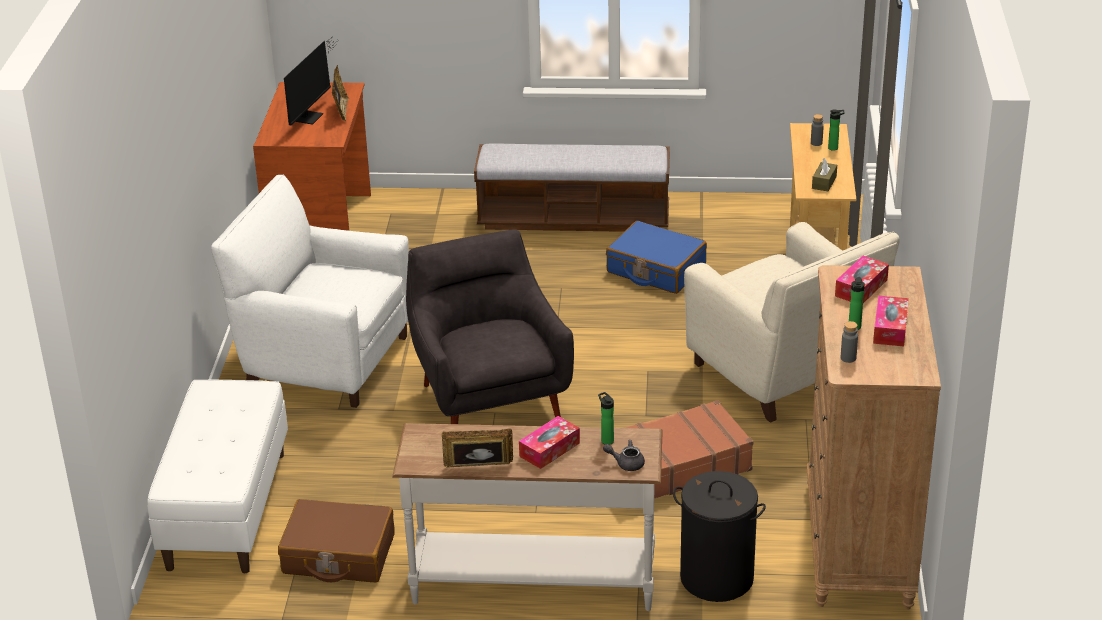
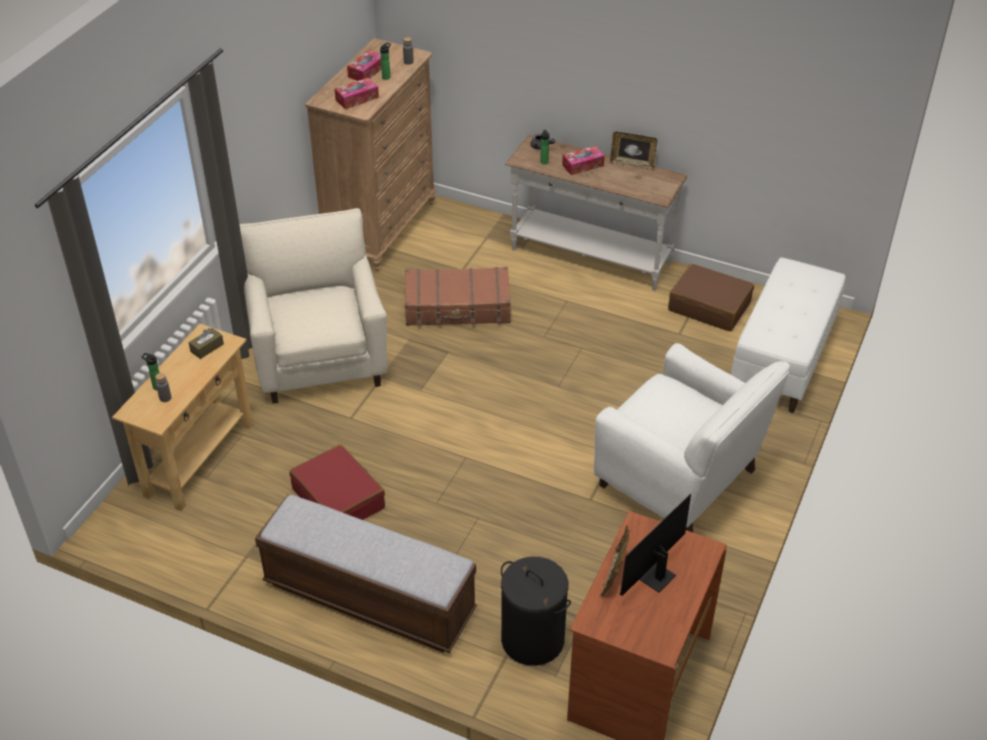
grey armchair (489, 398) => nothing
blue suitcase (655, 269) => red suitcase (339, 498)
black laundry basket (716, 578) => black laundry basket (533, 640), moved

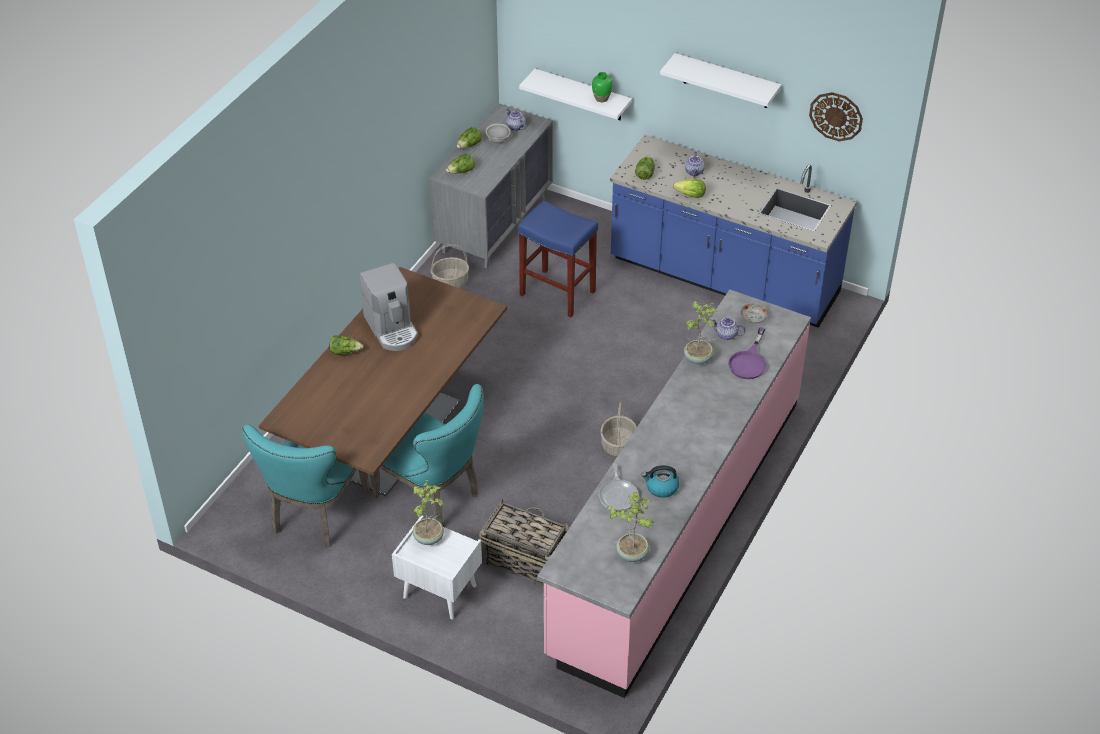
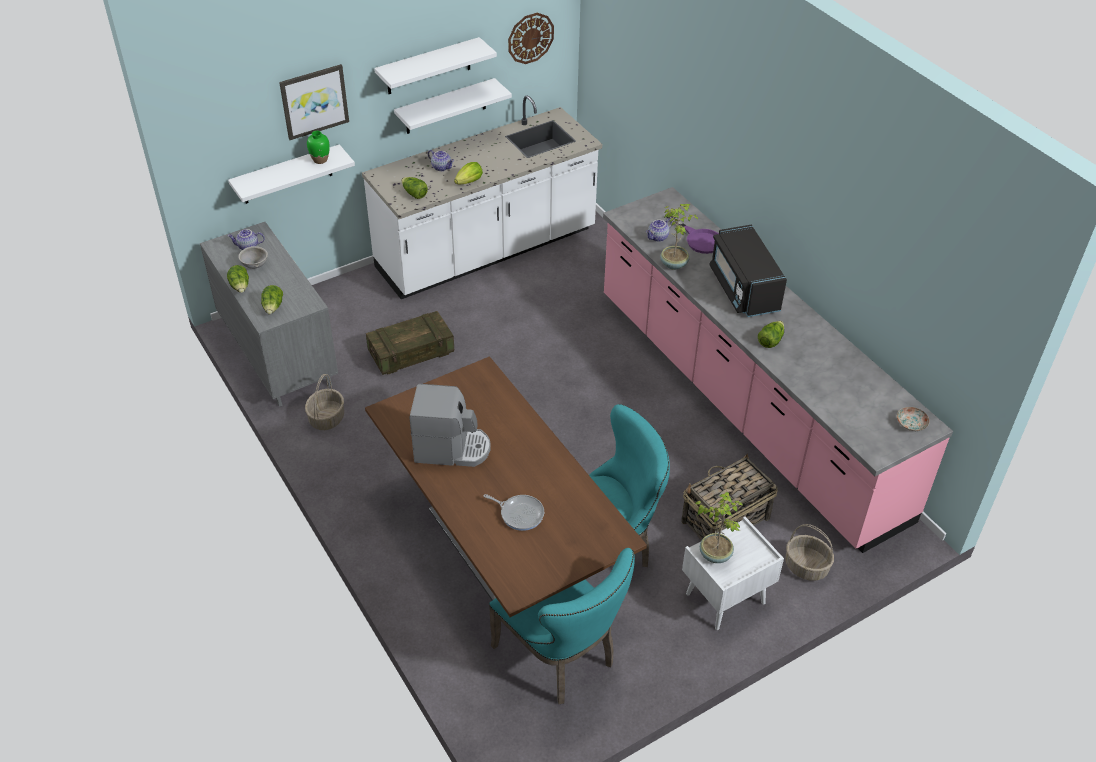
lettuce (345, 351) => lettuce (770, 340), moved
blue stool (558, 293) => crate (411, 353)
frying pan (618, 495) => frying pan (520, 513), moved
basket (618, 445) => basket (806, 567), moved
potted plant (632, 553) => nothing
blue counter (723, 278) => white counter (487, 251)
kettle (661, 487) => nothing
plate (753, 318) => plate (911, 424), moved
nothing => picture (314, 101)
nothing => white shelf (445, 107)
nothing => black microwave (743, 288)

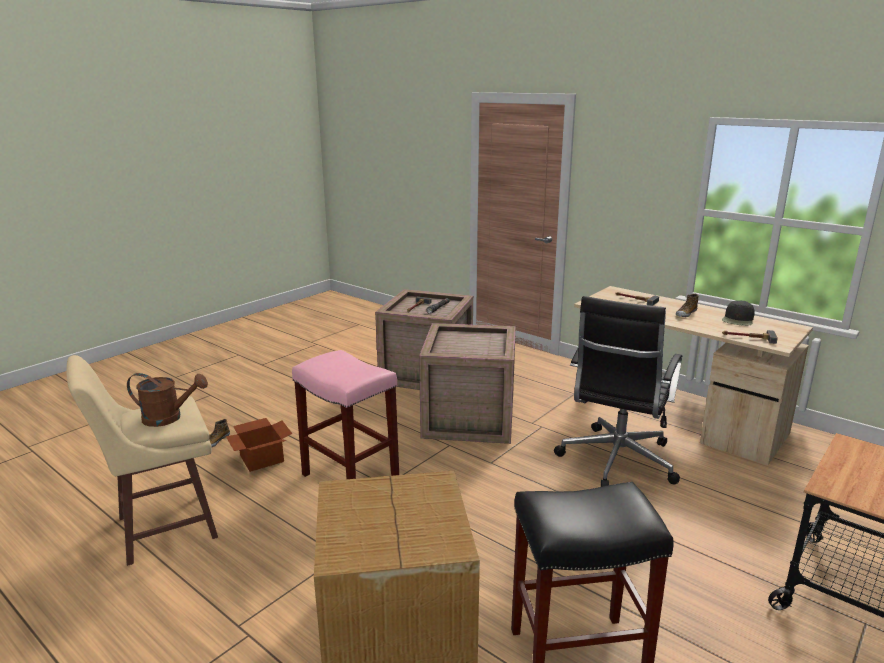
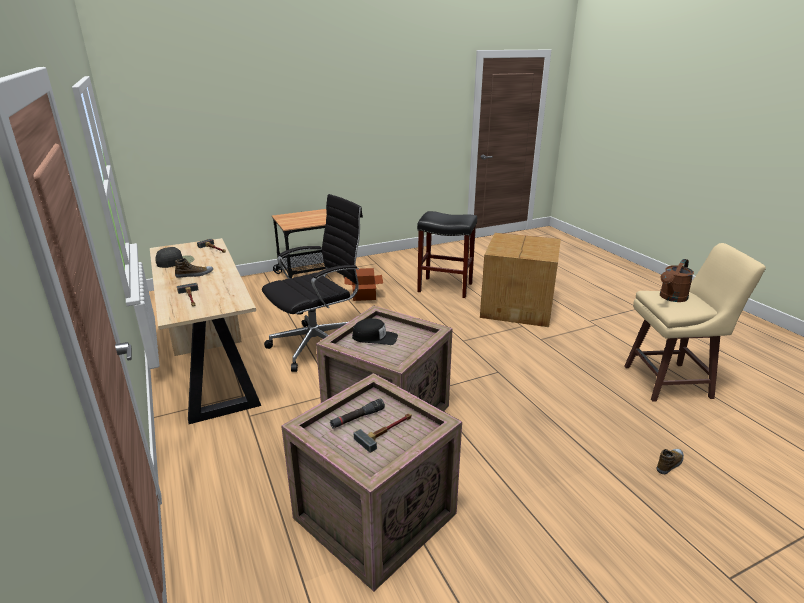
brown watering can (169, 418) => brown watering can (671, 298), 75 degrees counterclockwise
cardboard box (262, 458) => cardboard box (363, 296), moved
pink stool (349, 478) => nothing
nothing => black cap (375, 337)

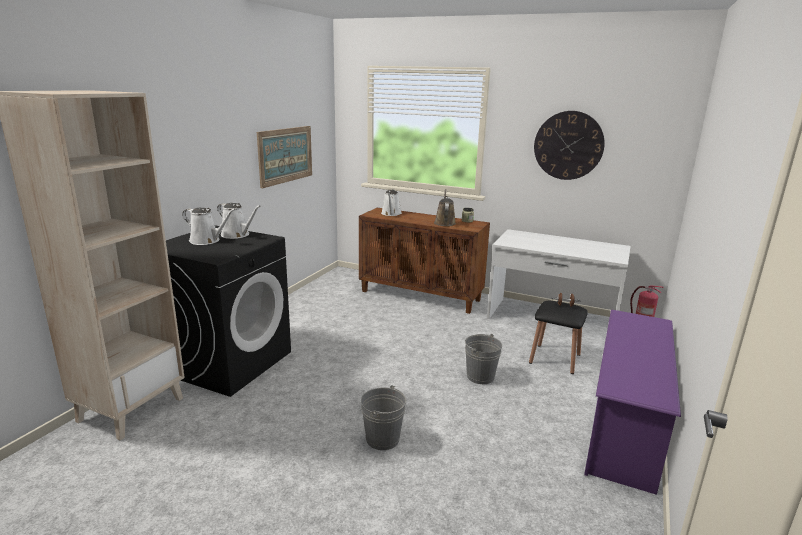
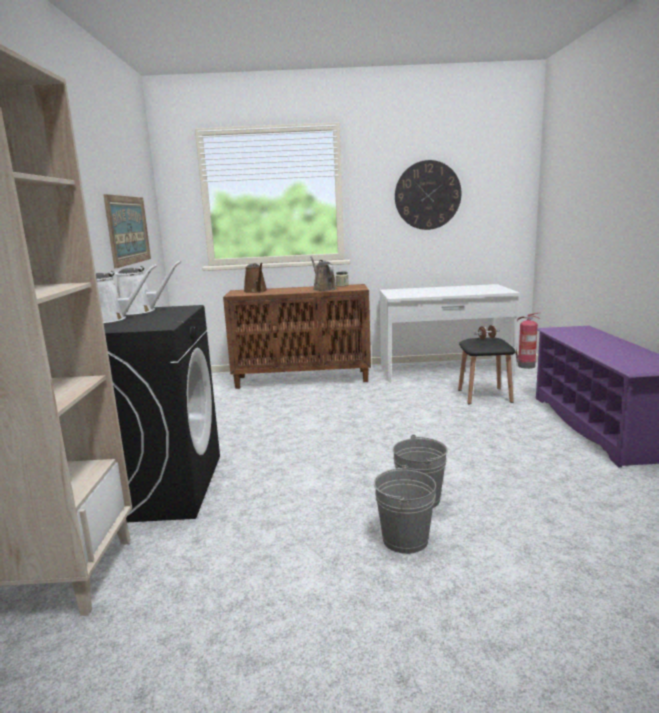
white watering can (391, 214) => brown watering can (256, 291)
grey bucket (480, 376) => grey bucket (405, 539), moved

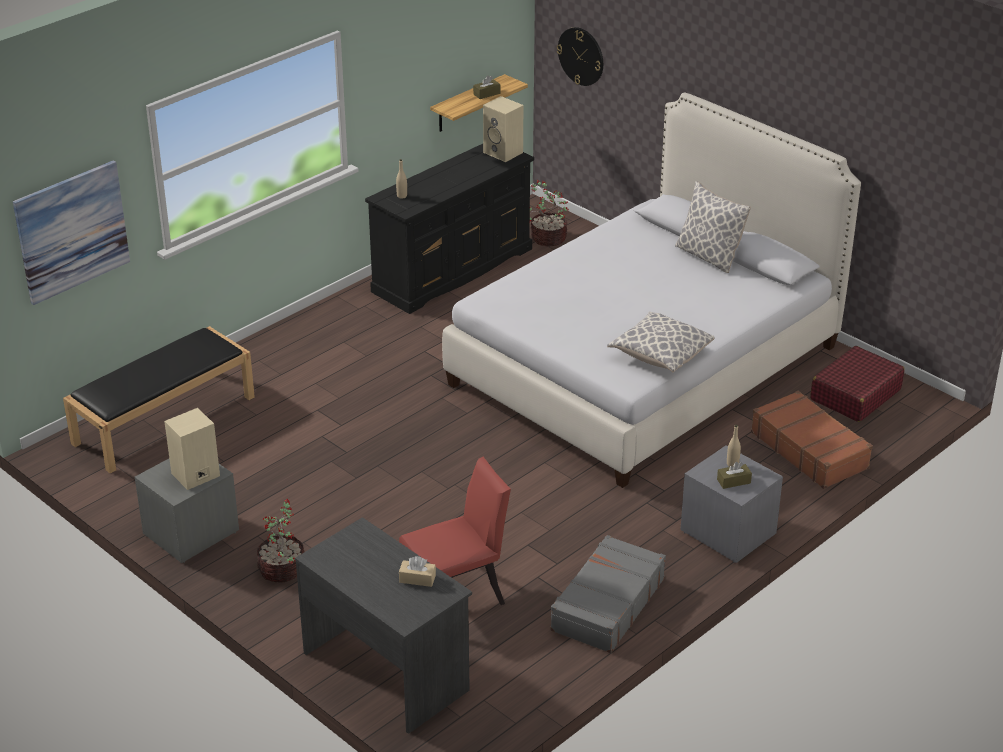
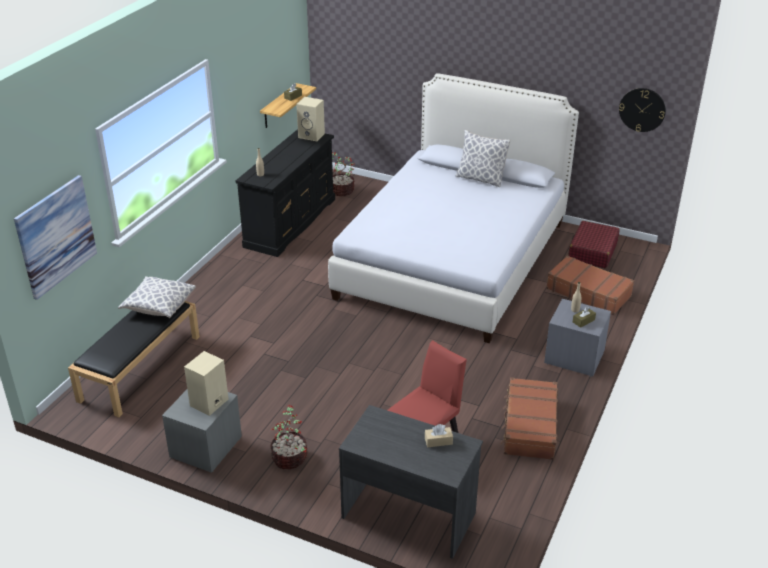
grey suitcase (606, 605) => brown suitcase (529, 426)
wall clock (581, 56) => wall clock (642, 109), moved
pillow (660, 355) => pillow (159, 306), moved

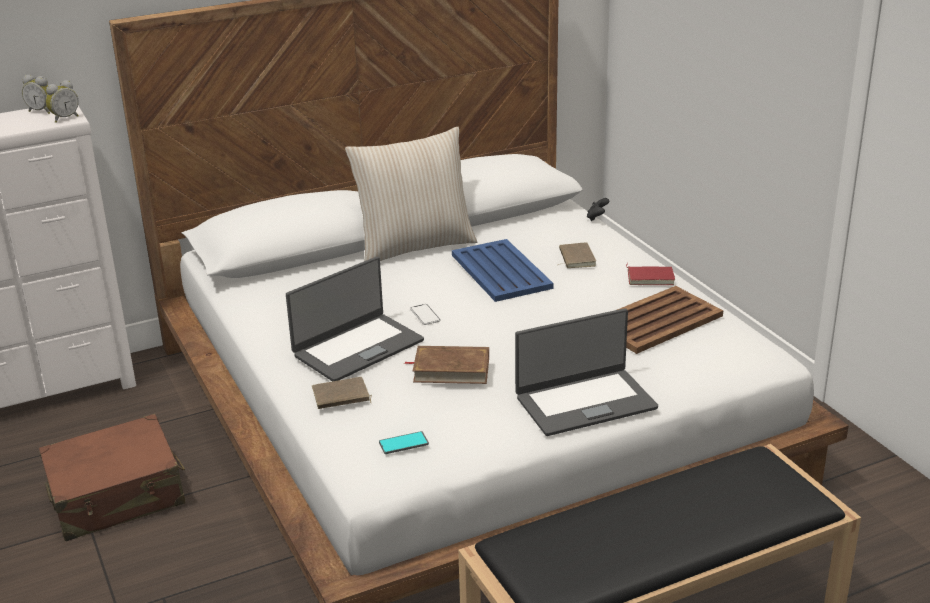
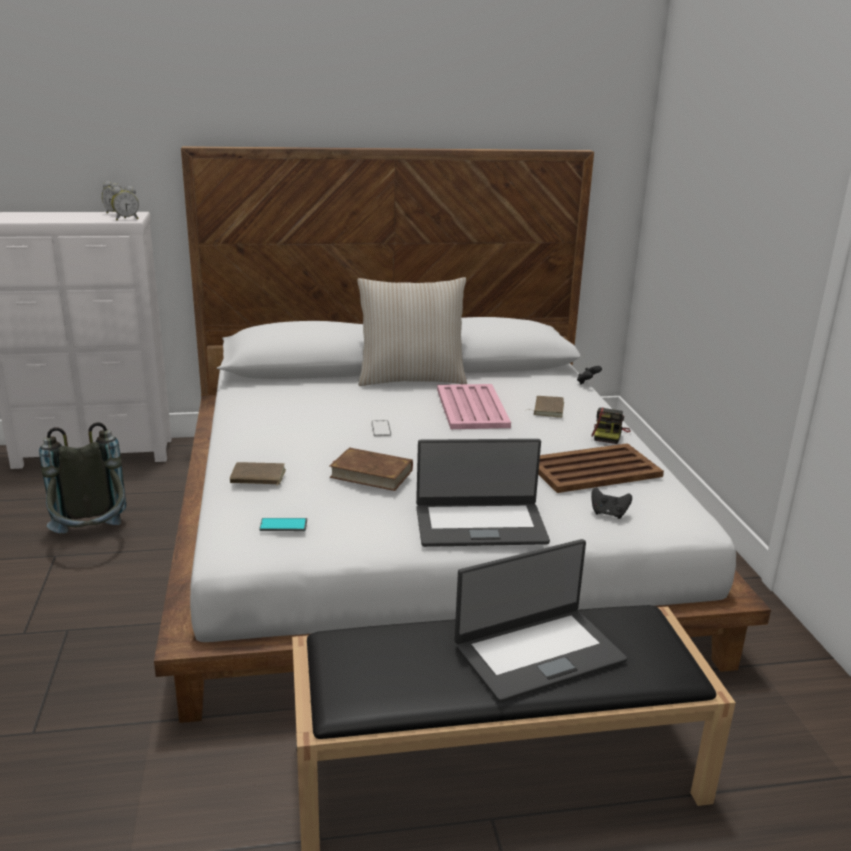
brown suitcase (117, 495) => grey backpack (92, 539)
laptop (357, 347) => laptop (538, 653), moved
blue tray (501, 271) => pink tray (472, 407)
red book (650, 277) => photo camera (609, 434)
nothing => black game controller (608, 514)

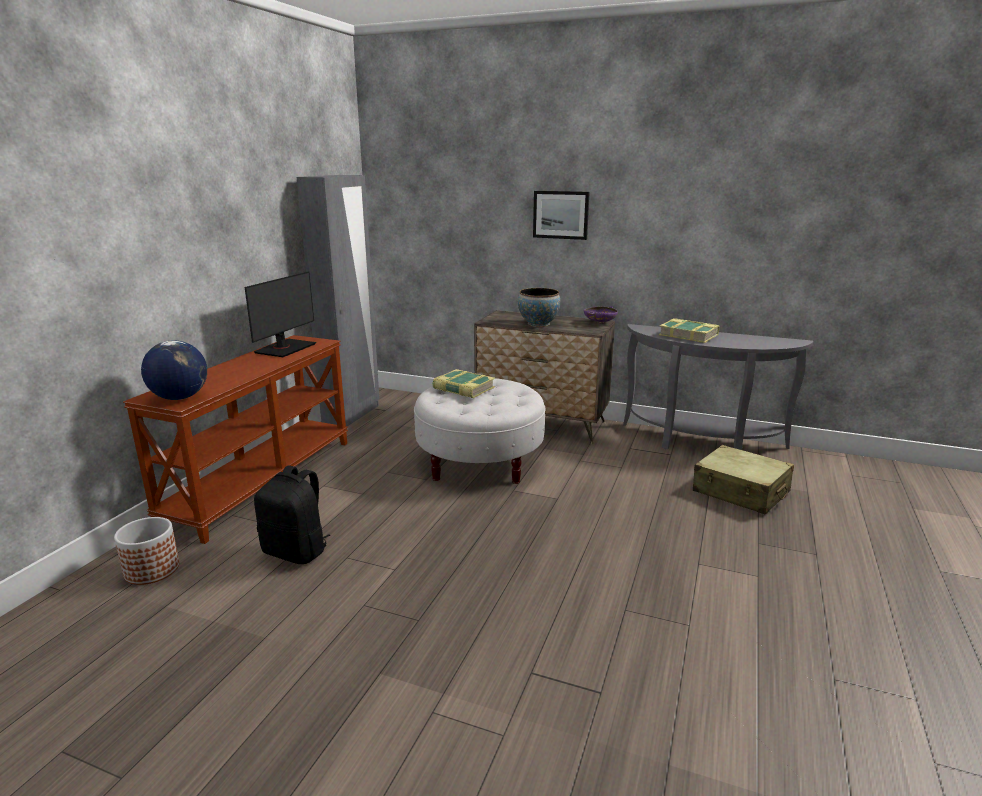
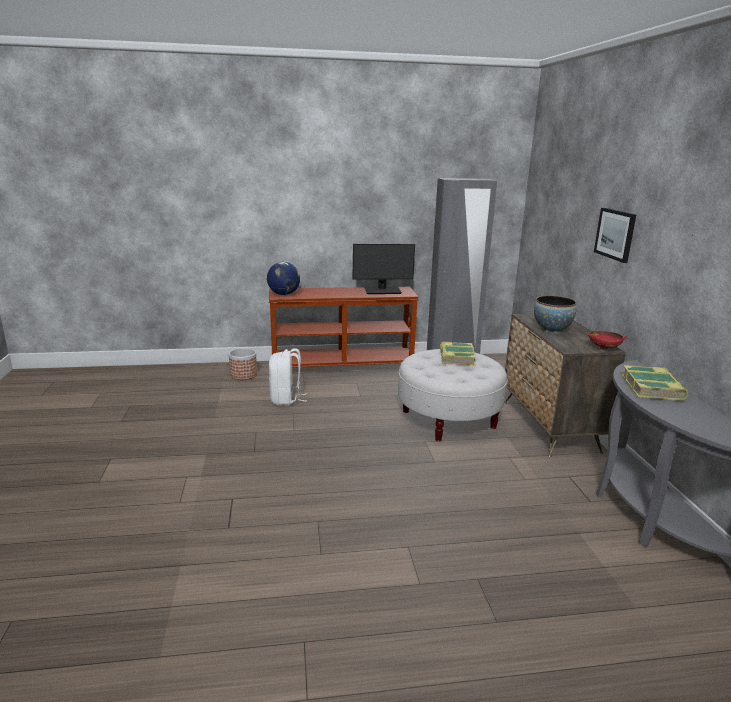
black backpack (296, 551) => white backpack (286, 399)
purple bowl (599, 322) => red bowl (603, 348)
beige suitcase (740, 492) => nothing

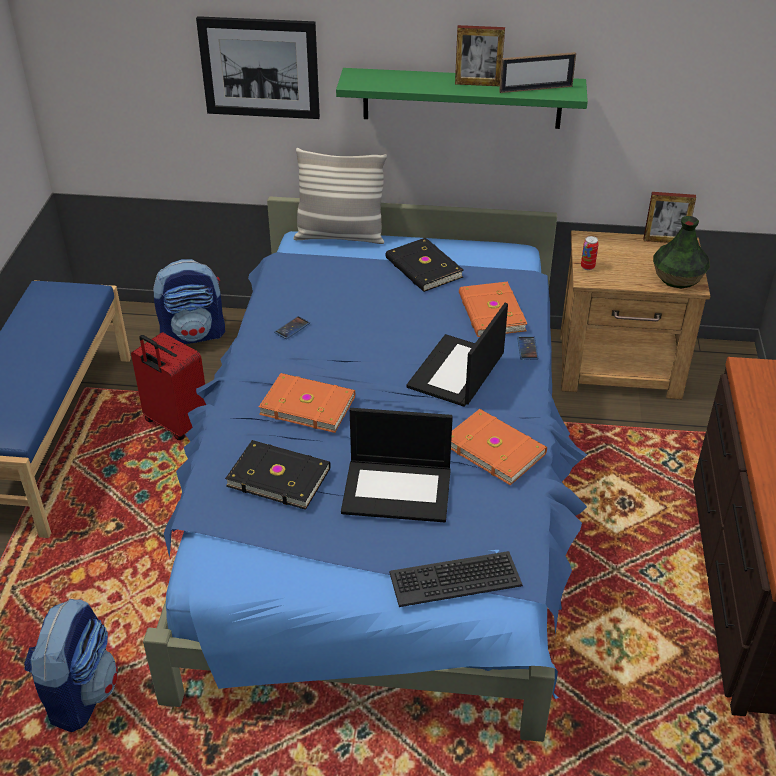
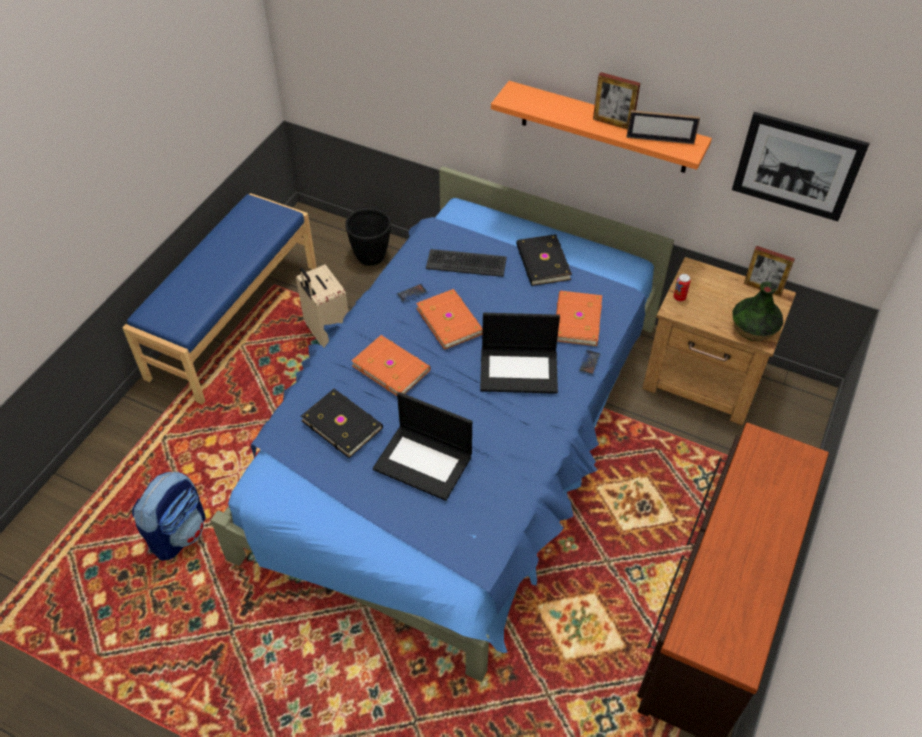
red suitcase (175, 423) => beige suitcase (326, 334)
backpack (194, 334) => black planter (371, 257)
picture (259, 68) => picture (797, 166), moved
pillow (340, 236) => nothing
green shelf (462, 98) => orange shelf (604, 128)
keyboard (455, 578) => keyboard (466, 263), moved
laptop (456, 372) => laptop (519, 370), 135 degrees counterclockwise
orange book (495, 448) => orange book (450, 320), moved

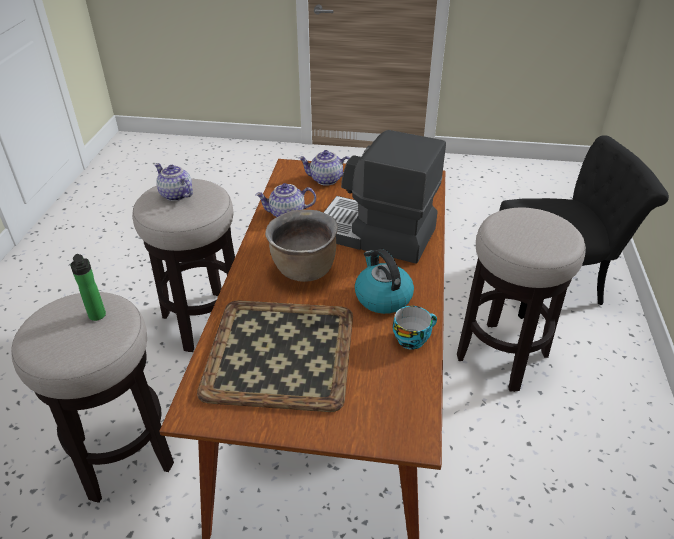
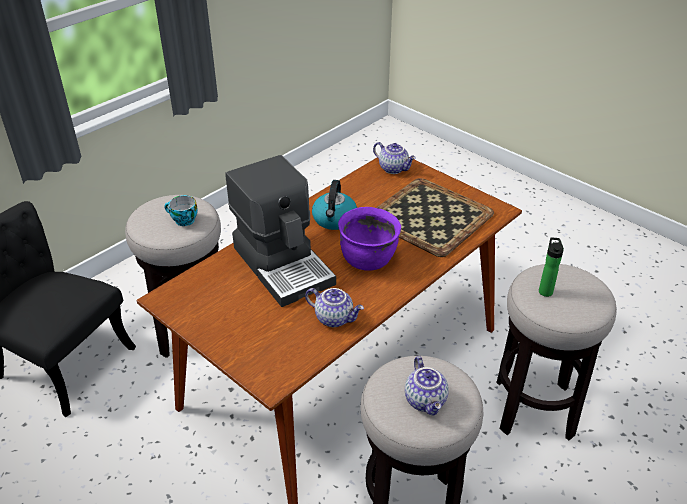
brown cooking pot (304, 270) => purple cooking pot (368, 260)
teapot (326, 180) => teapot (394, 168), moved
cup (412, 338) => cup (183, 220), moved

